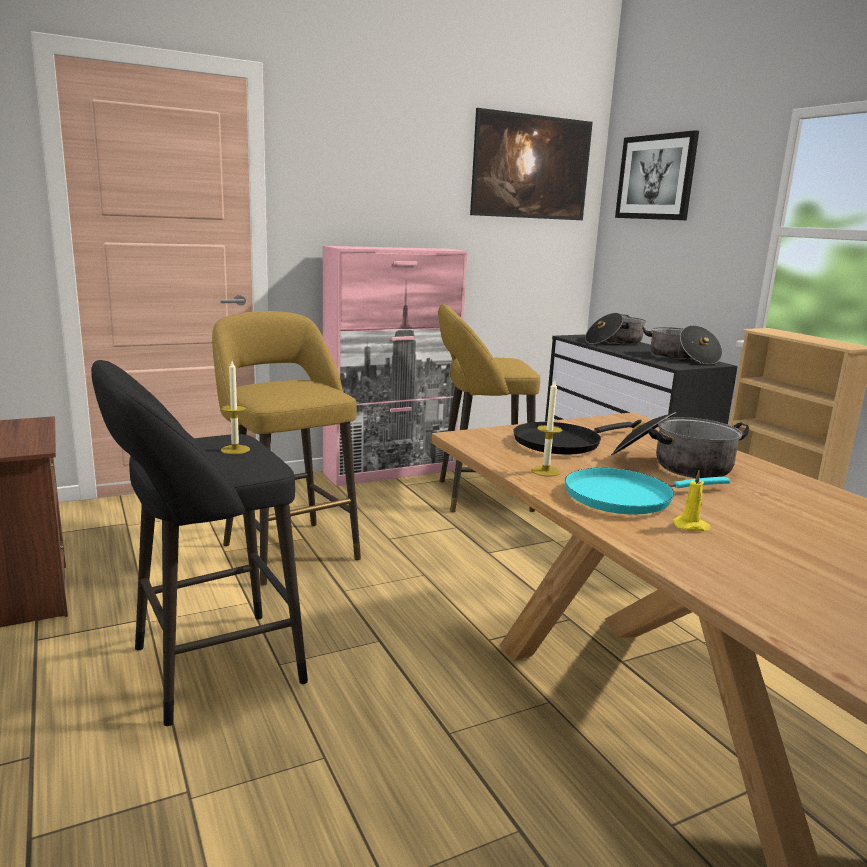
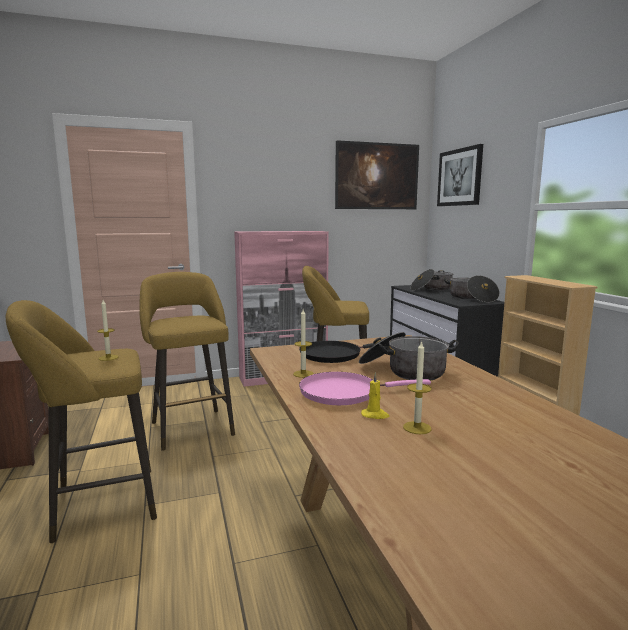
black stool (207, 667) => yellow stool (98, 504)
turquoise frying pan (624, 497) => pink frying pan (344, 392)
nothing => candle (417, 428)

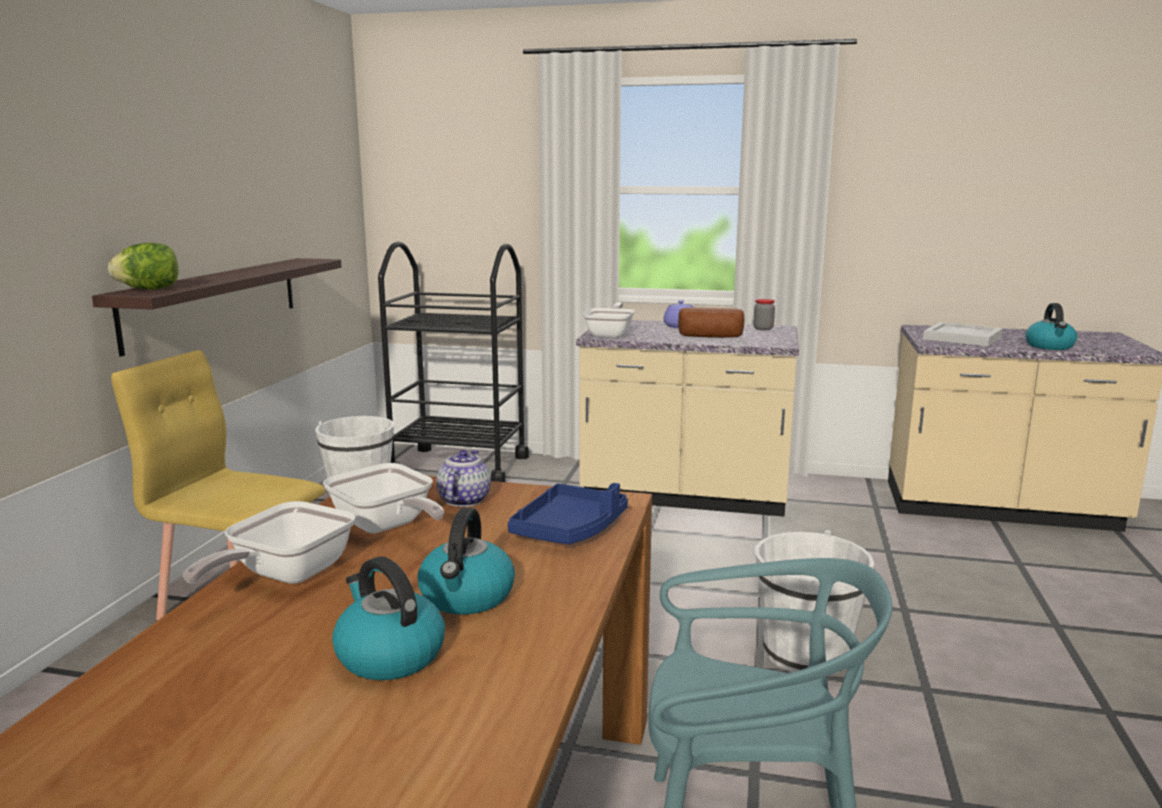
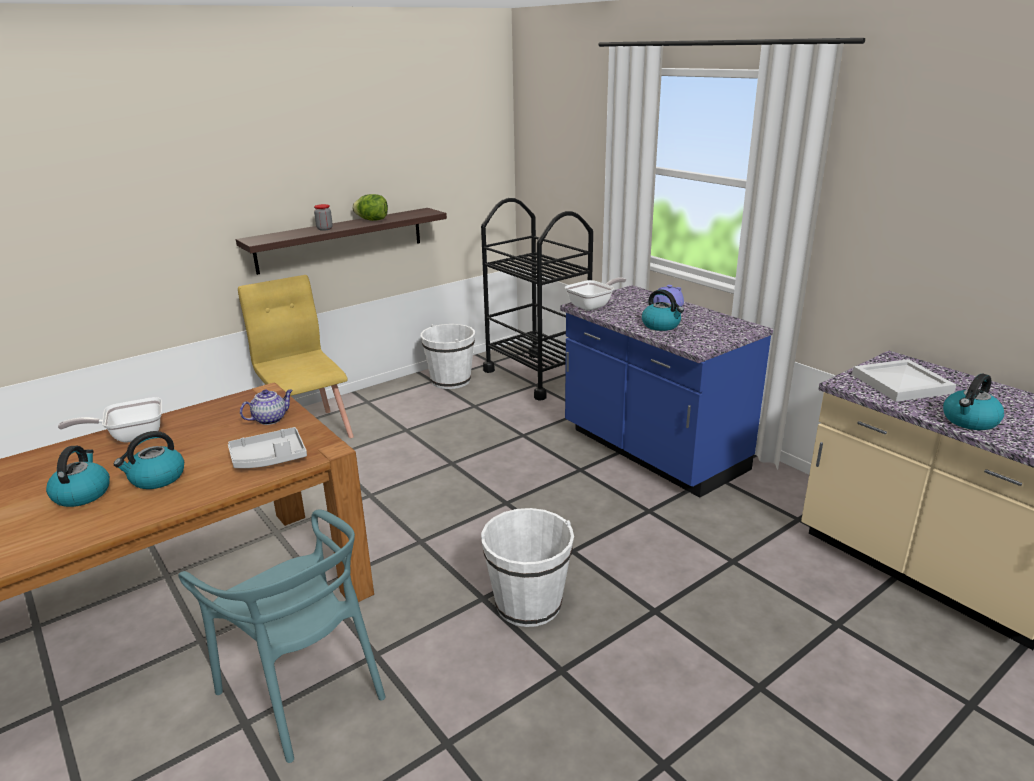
lettuce (149, 289) => lettuce (372, 220), moved
frying pan (386, 527) => nothing
blue tray (570, 529) => grey tray (269, 458)
beige counter (685, 495) => blue counter (652, 451)
bread (710, 337) => kettle (661, 325)
jar (763, 329) => jar (324, 229), moved

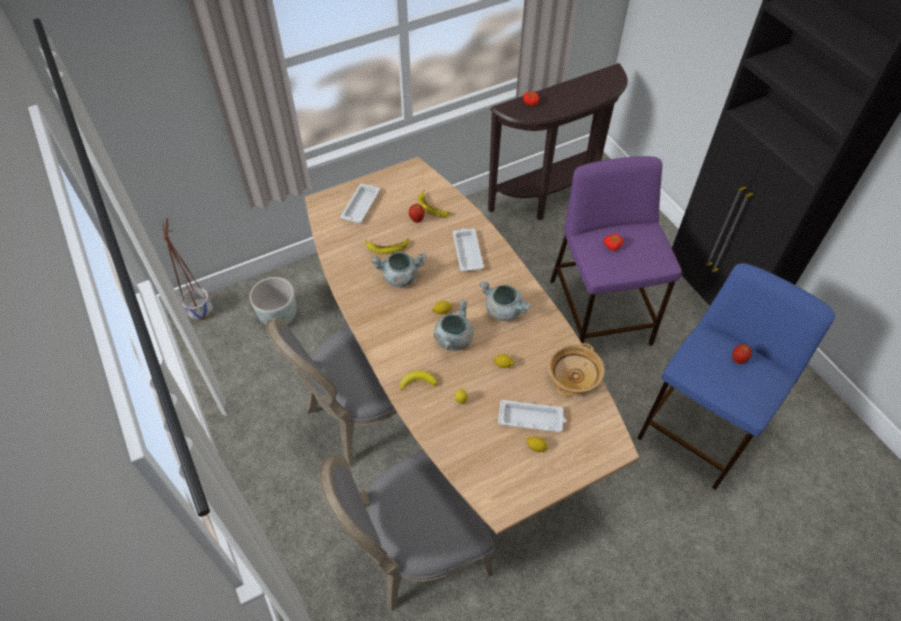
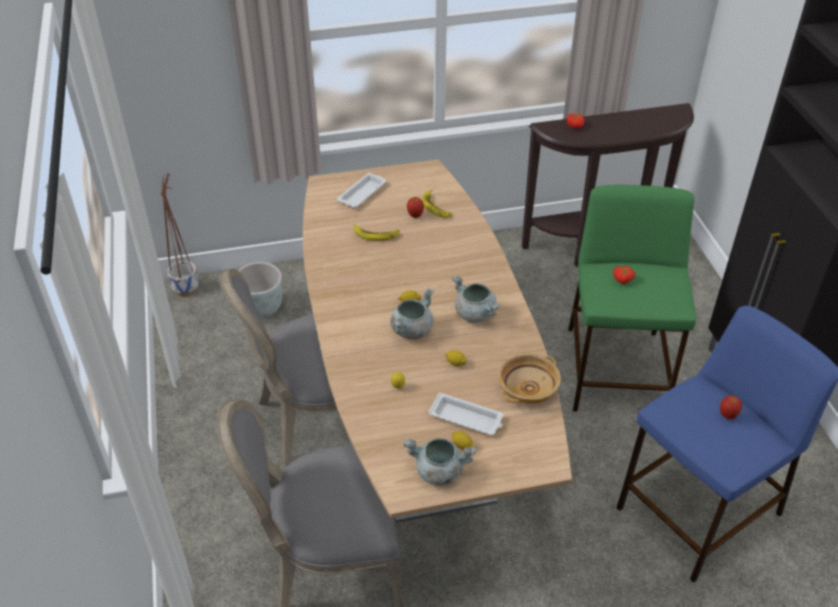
grey cooking pot (400, 277) => grey cooking pot (438, 472), moved
banana (418, 382) => nothing
white tray (467, 251) => nothing
purple stool (601, 313) => green stool (616, 372)

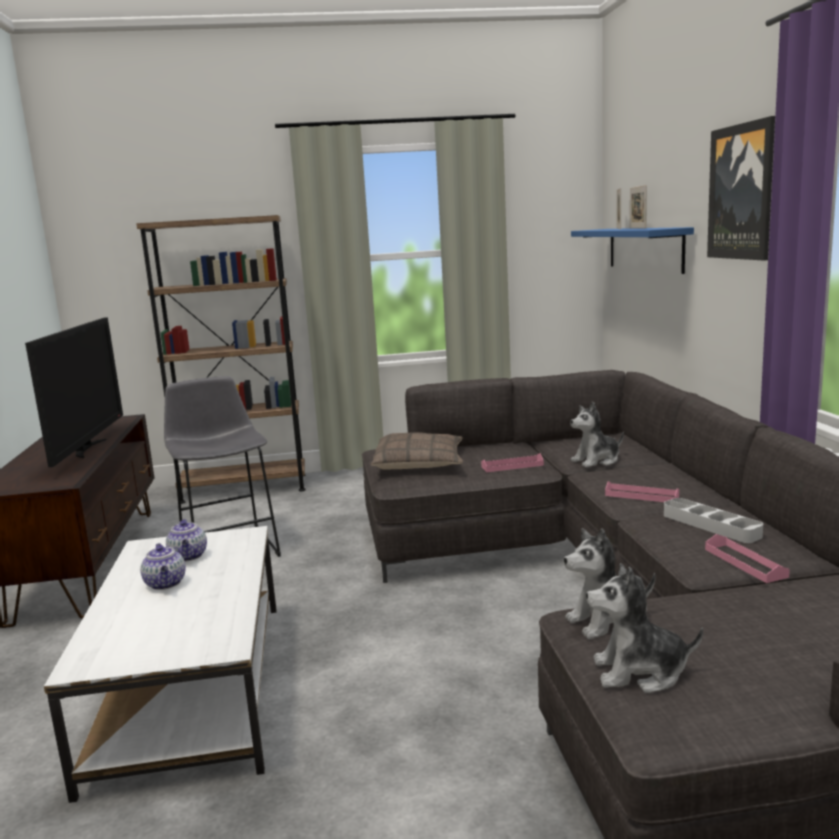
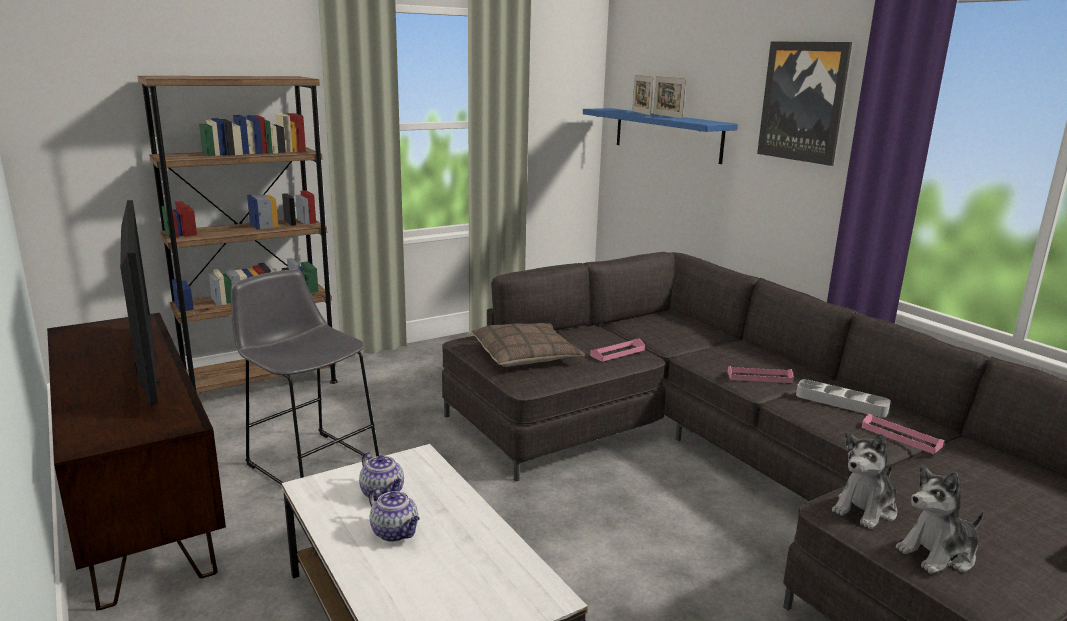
plush toy (596, 461) => nothing

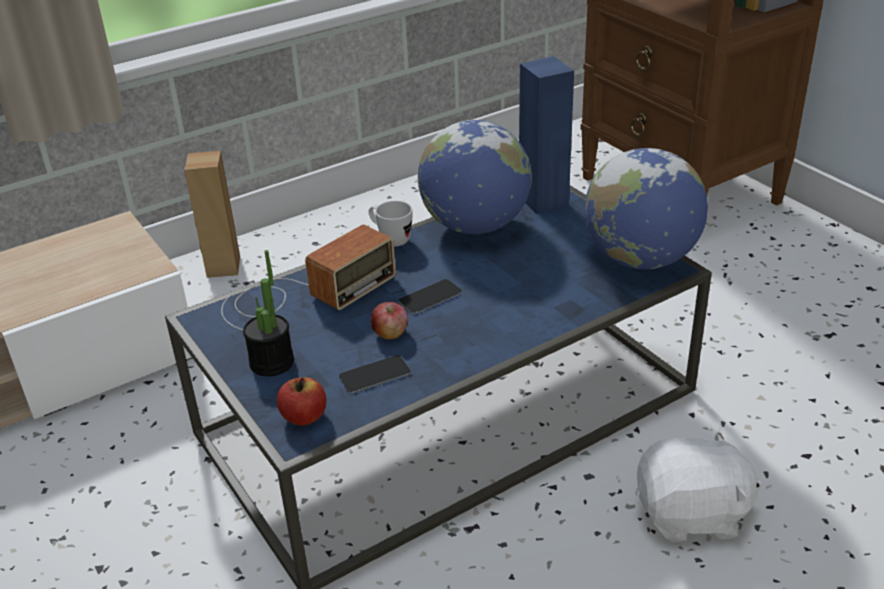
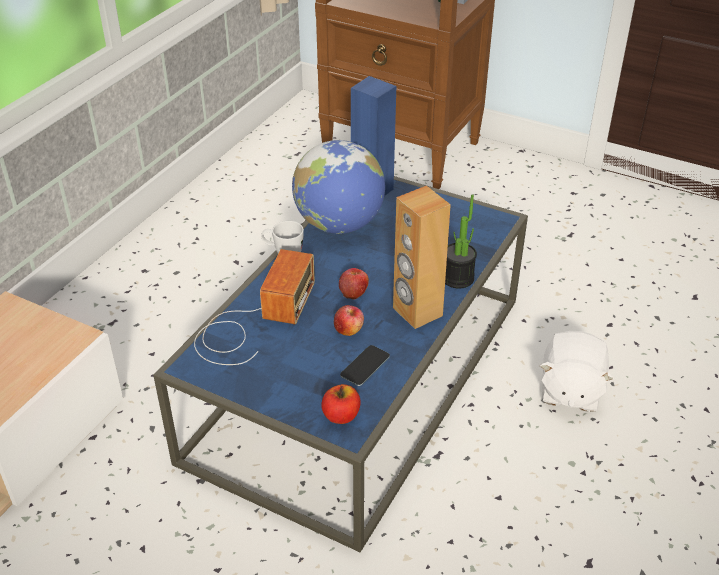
brown speaker (223, 267) => brown speaker (417, 312), moved
potted plant (272, 362) => potted plant (457, 278), moved
phone (430, 297) => apple (353, 292)
globe (640, 259) => nothing
white plush toy (692, 514) => white plush toy (569, 390), 135 degrees clockwise

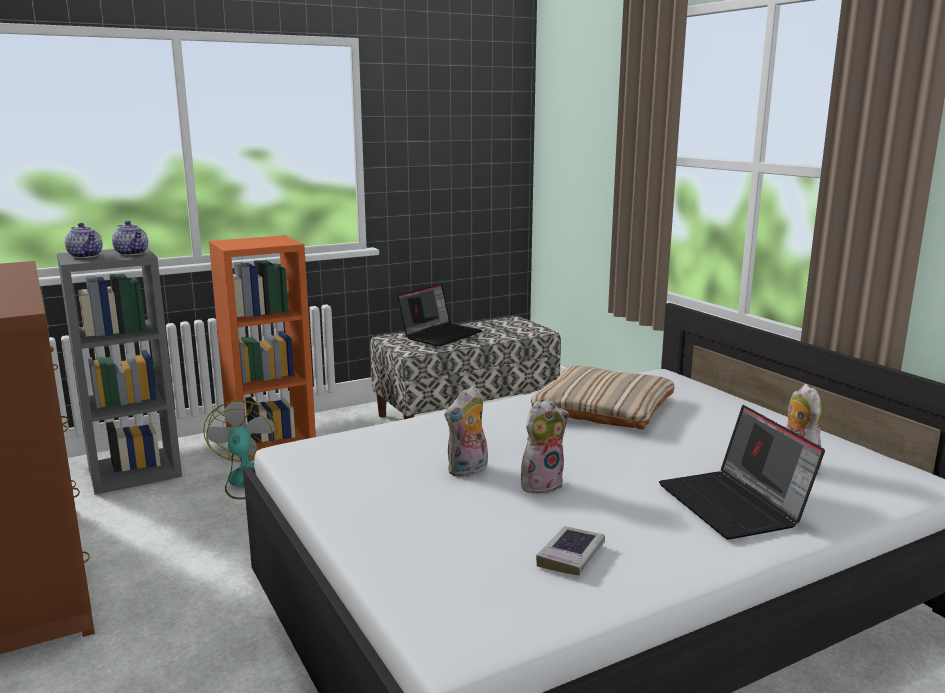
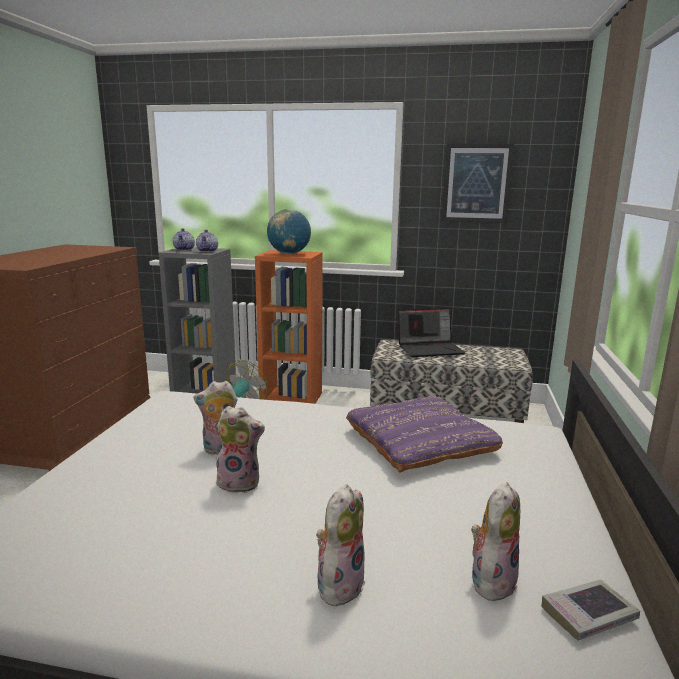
beige pillow (603, 407) => purple pillow (420, 441)
book (571, 556) => book (588, 614), moved
laptop (735, 505) => plush toy (339, 583)
nothing => globe (289, 254)
nothing => picture (476, 183)

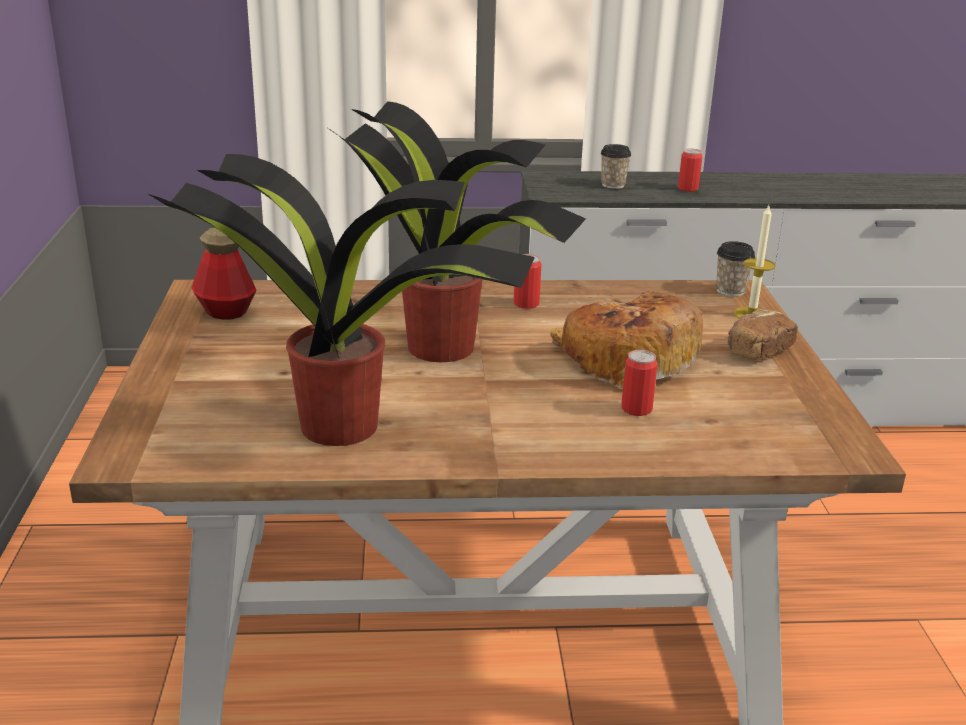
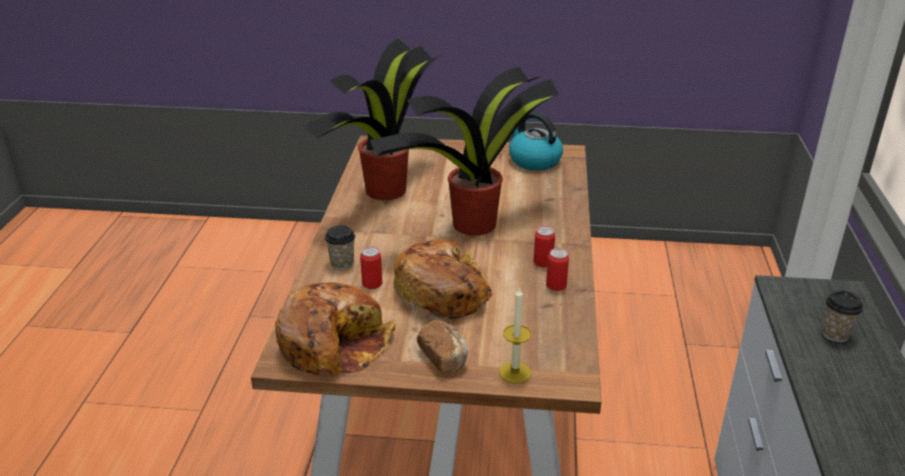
bottle (226, 311) => kettle (533, 160)
can (688, 188) => can (556, 285), moved
cup (730, 291) => cup (342, 263), moved
nothing => bread (334, 343)

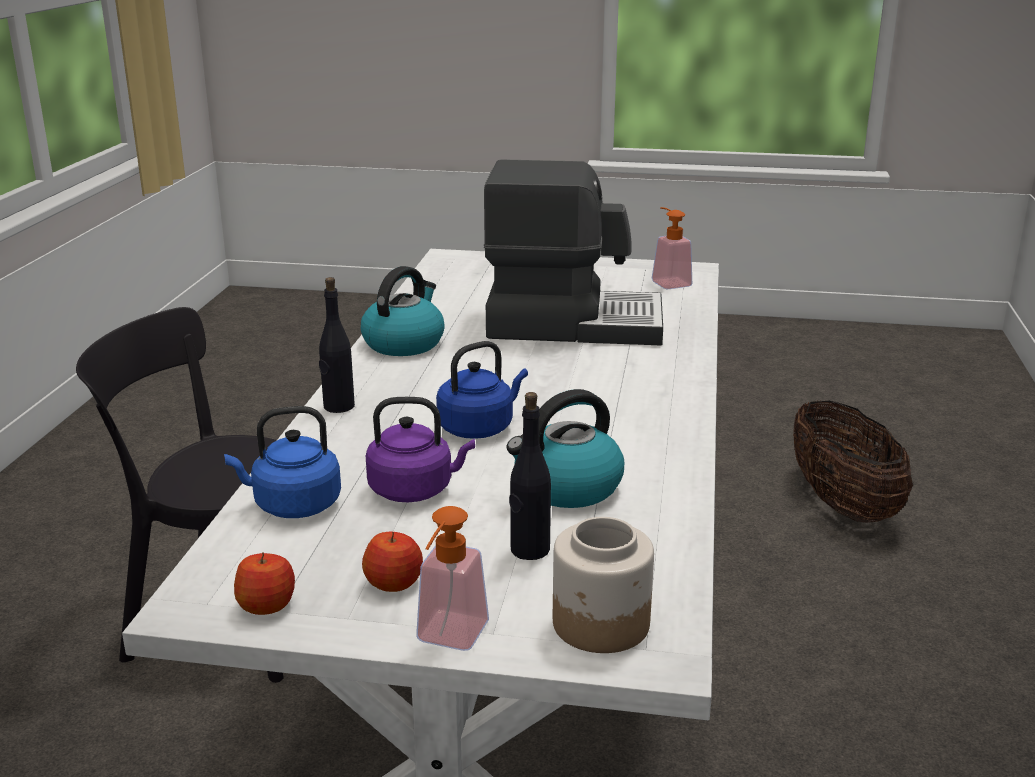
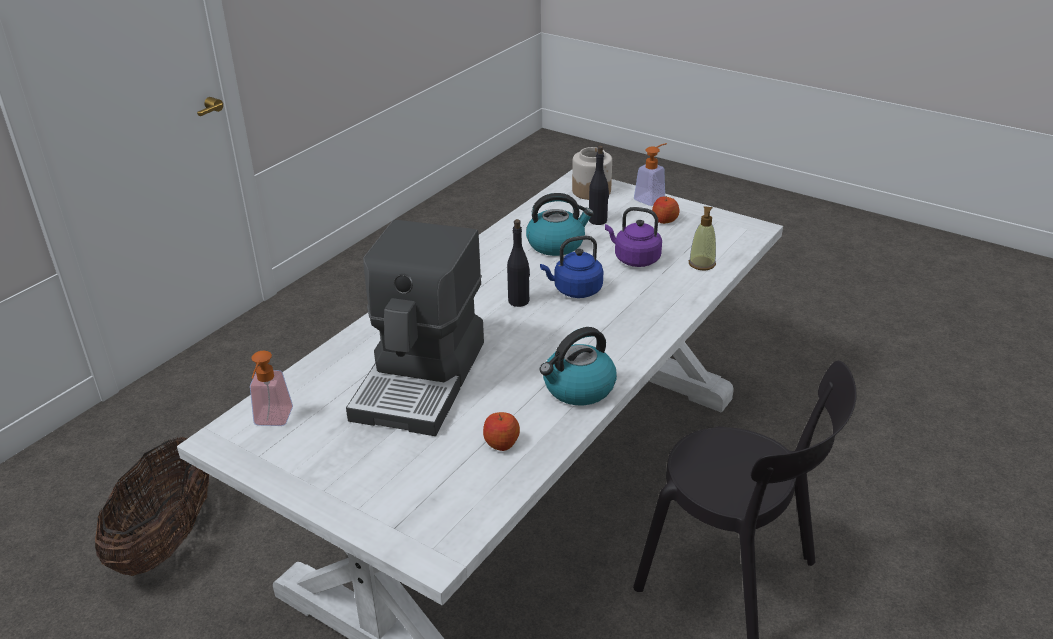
blue kettle (292, 505) => soap dispenser (702, 264)
apple (267, 605) => apple (501, 442), moved
black bottle (338, 406) => black bottle (519, 301), moved
coffee machine (573, 323) => coffee machine (422, 379), 105 degrees counterclockwise

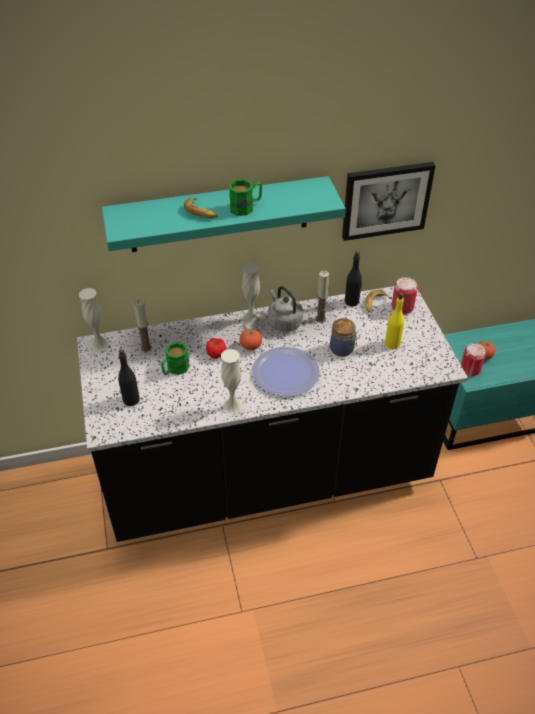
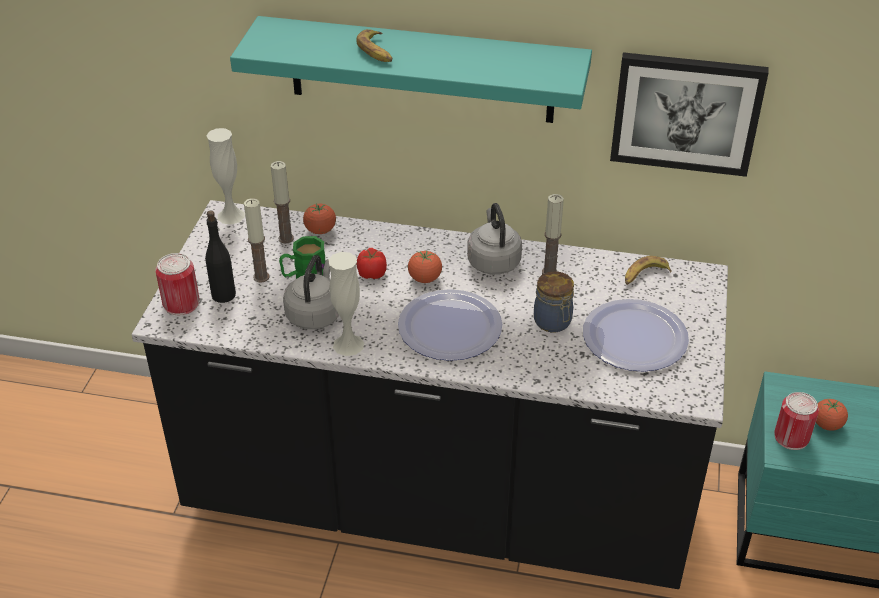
green mug (246, 207) => nothing
white vase (251, 318) => nothing
black bottle (352, 301) => nothing
yellow bottle (392, 343) => plate (634, 337)
can (402, 307) => can (181, 303), moved
nothing => candle (261, 277)
nothing => grey kettle (315, 314)
nothing => tomato (320, 230)

